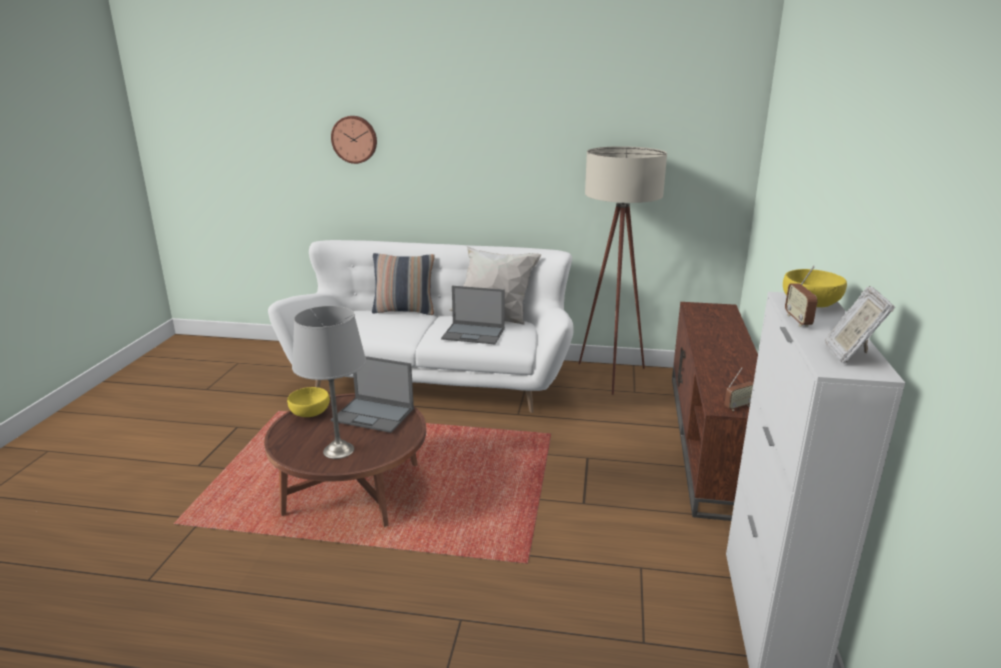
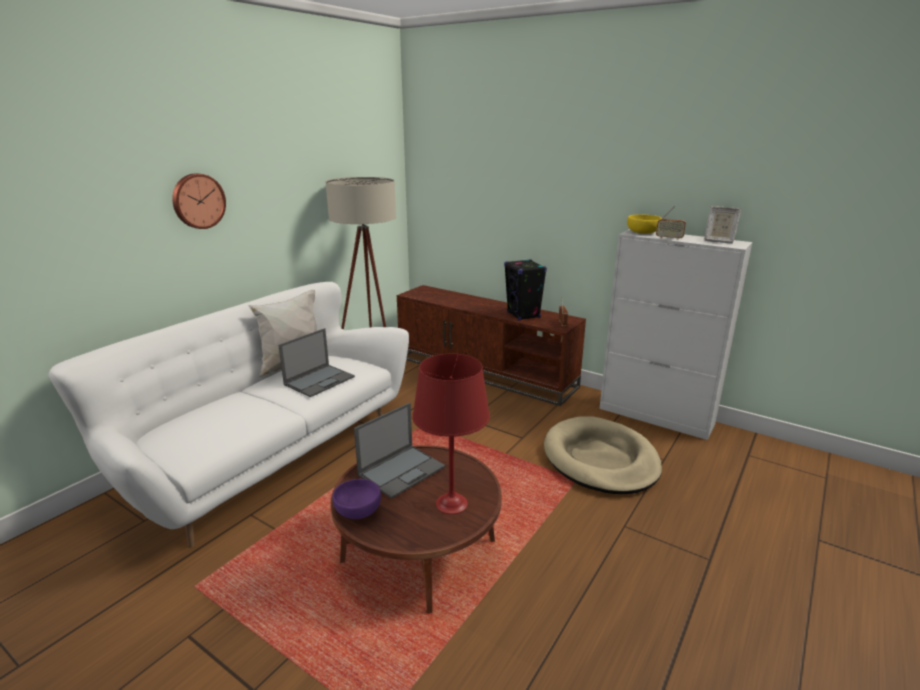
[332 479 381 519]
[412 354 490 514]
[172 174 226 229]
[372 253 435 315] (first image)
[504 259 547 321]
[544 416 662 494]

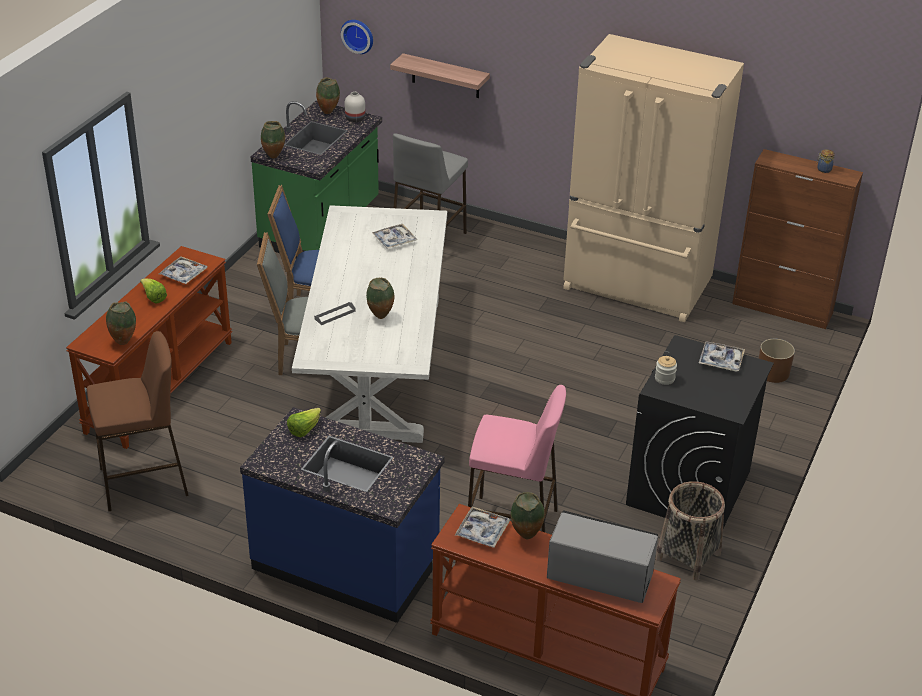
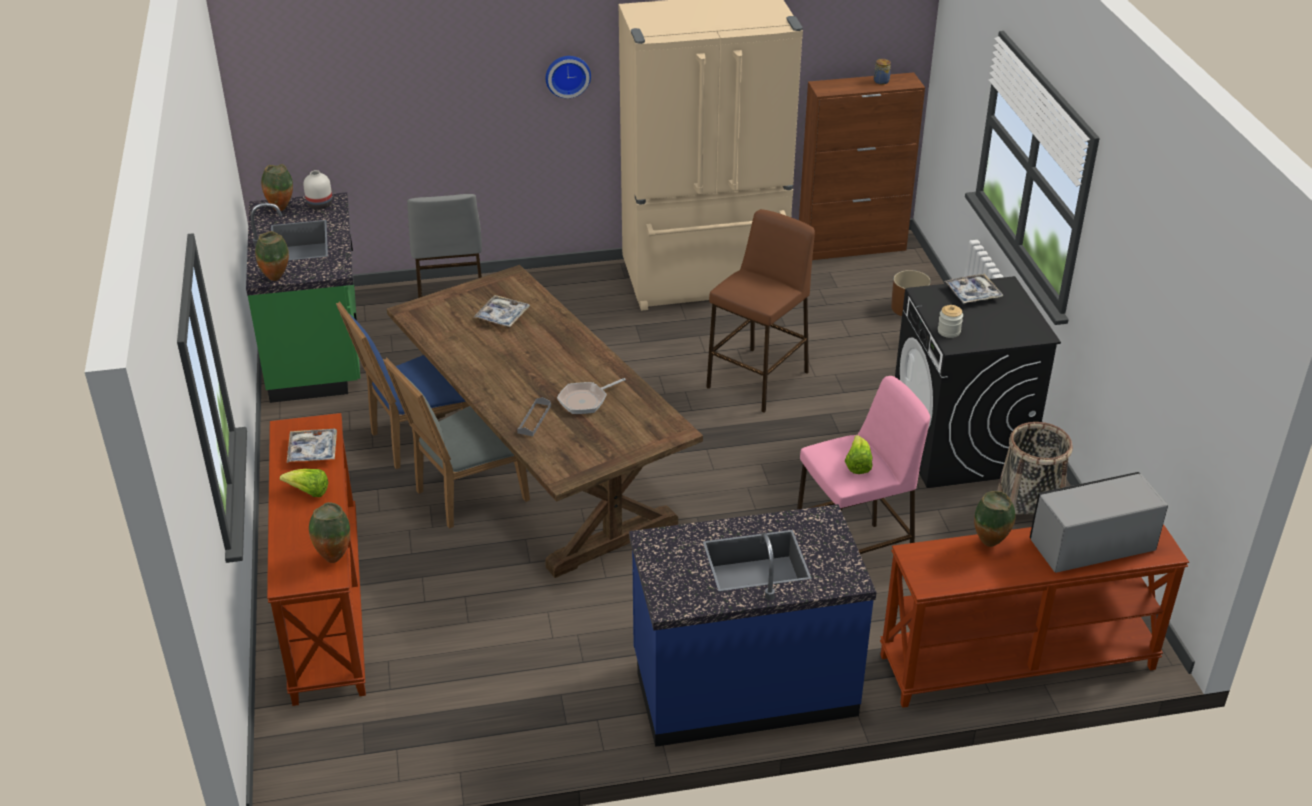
[706 209 815 412]
[845 435 872 474]
[387 265 703 578]
[545 56 591 98]
[557 378 626 414]
[390 53 490 98] (first image)
[455 507 510 548] (first image)

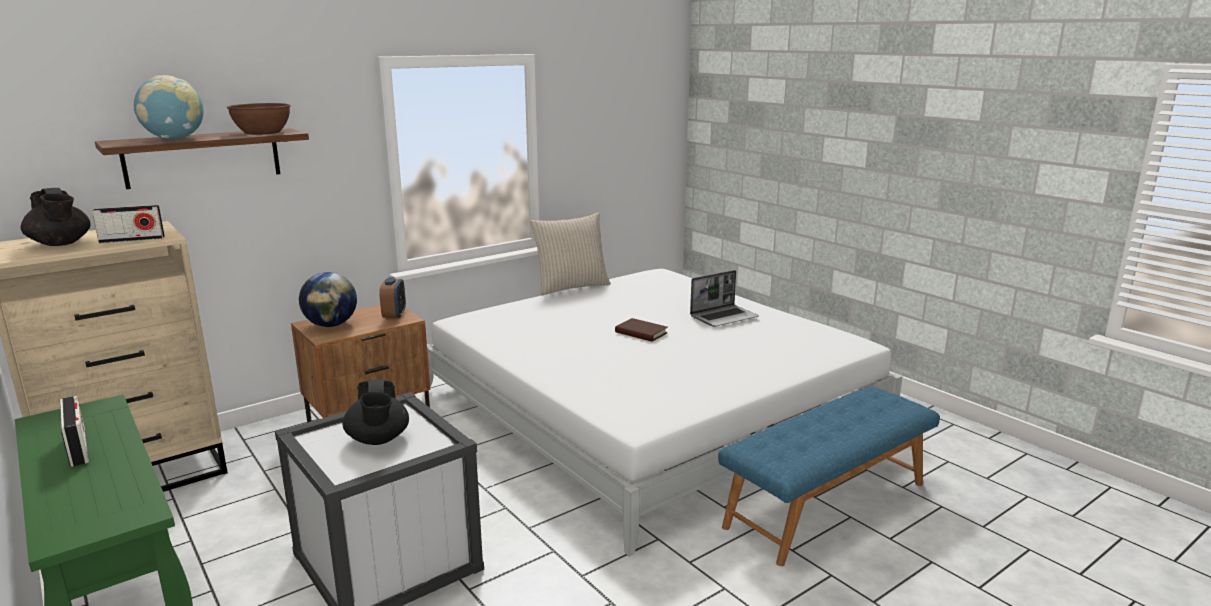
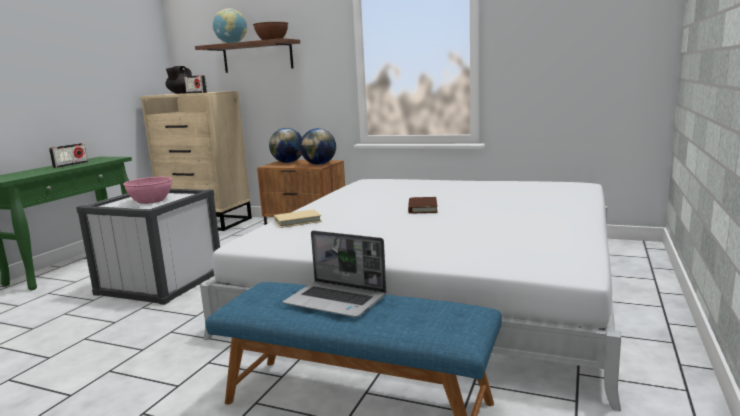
[123 177 172 204]
[300 128 336 165]
[530 213 611 295] (first image)
[283 231 386 317]
[274 210 322 228]

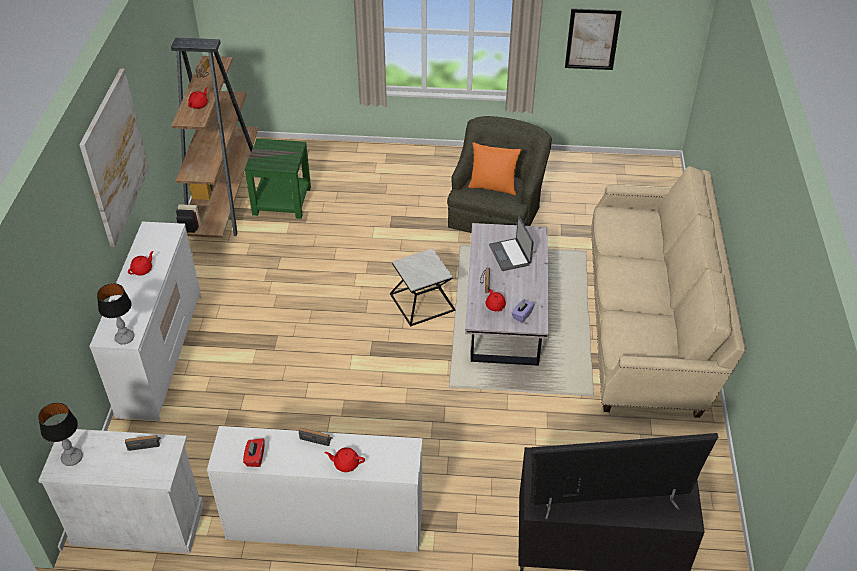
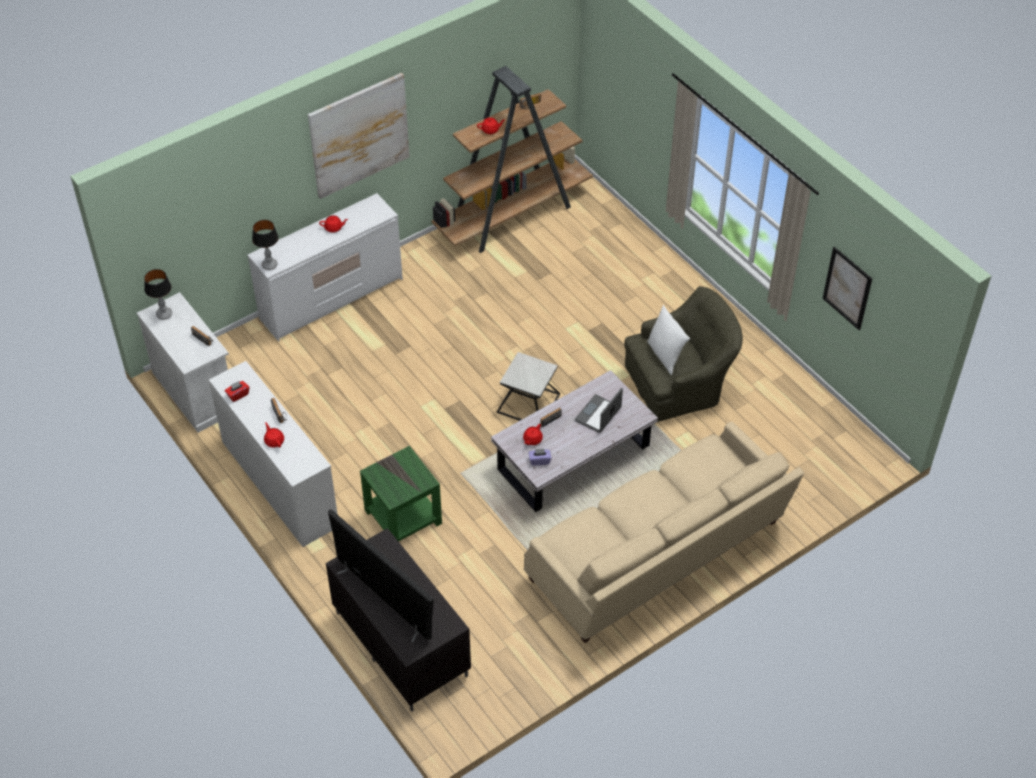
[360 446 442 542]
[647 305 690 375]

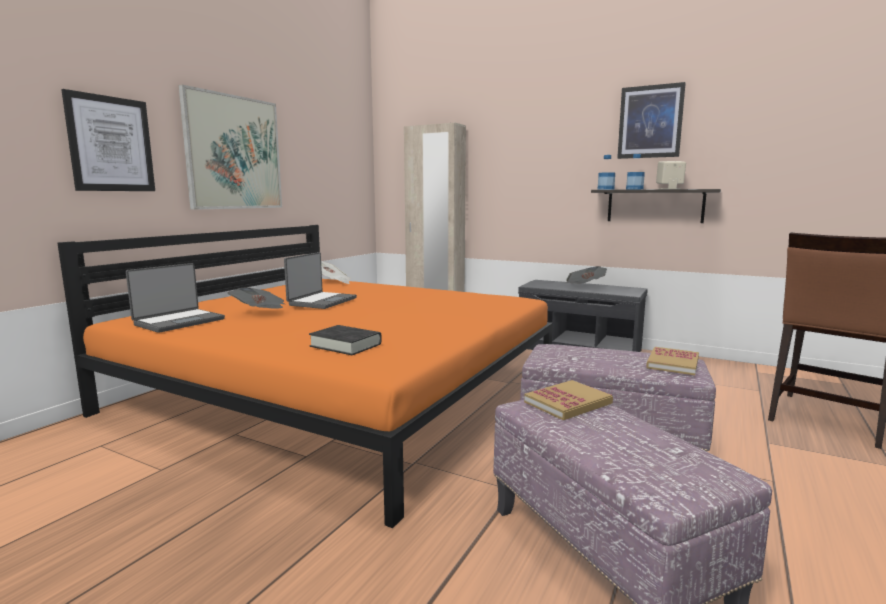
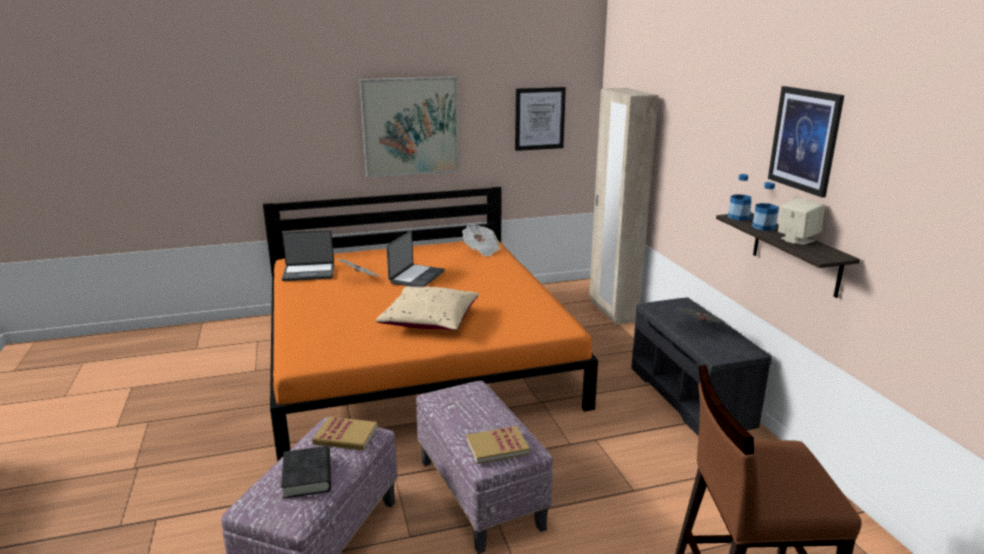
[515 87 566 151]
[386 231 445 287]
[281 446 331 499]
[376 286 479 330]

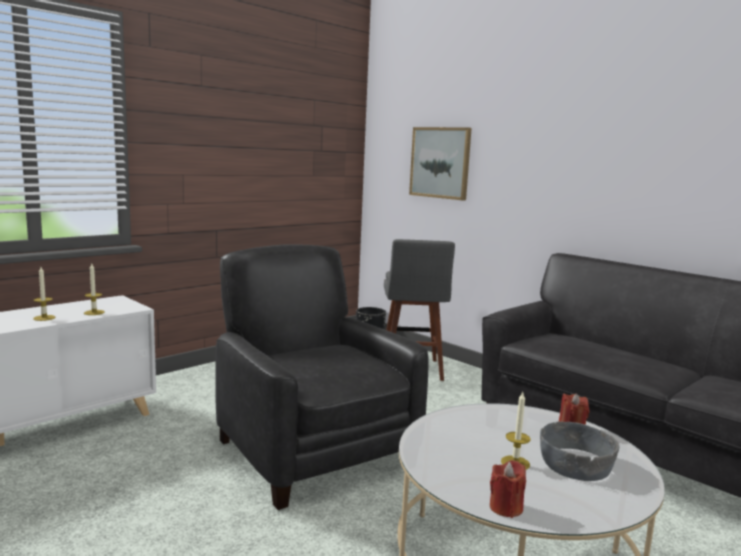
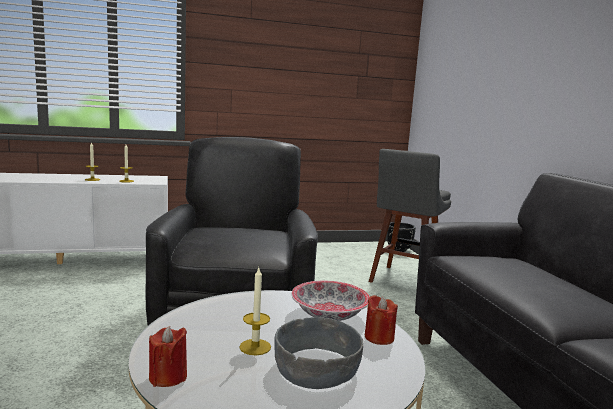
[409 127 472 200] (first image)
[291 281 370 321]

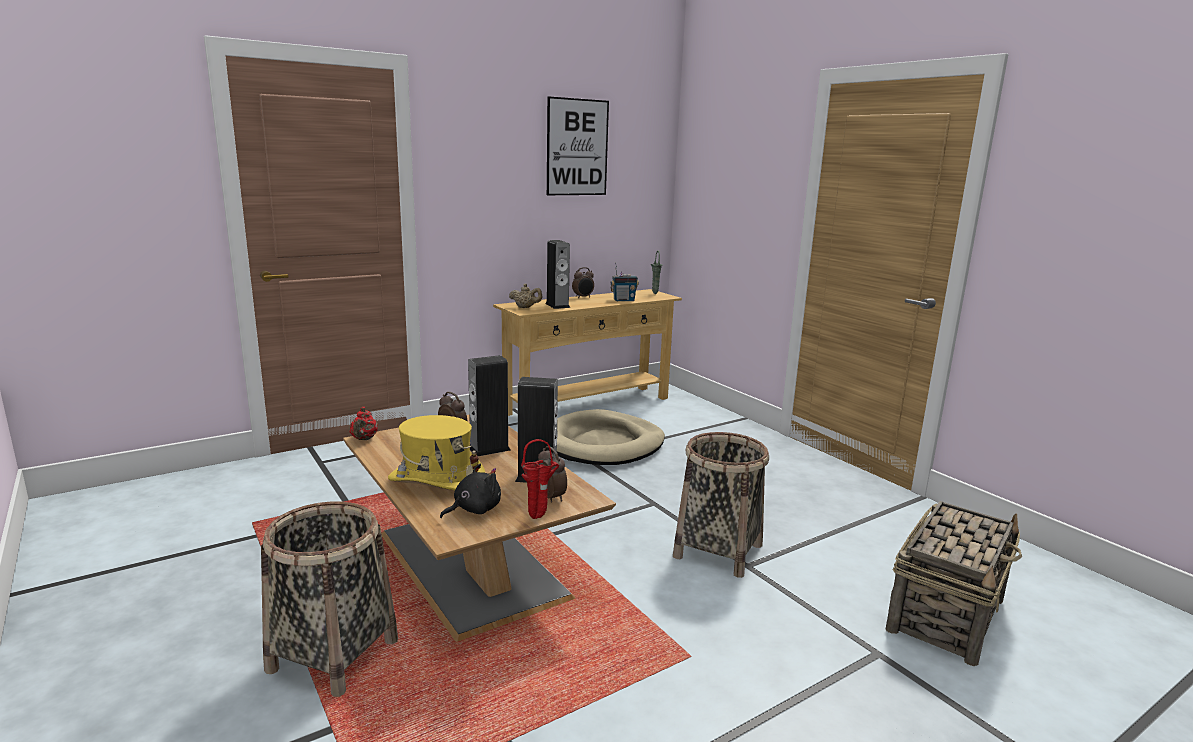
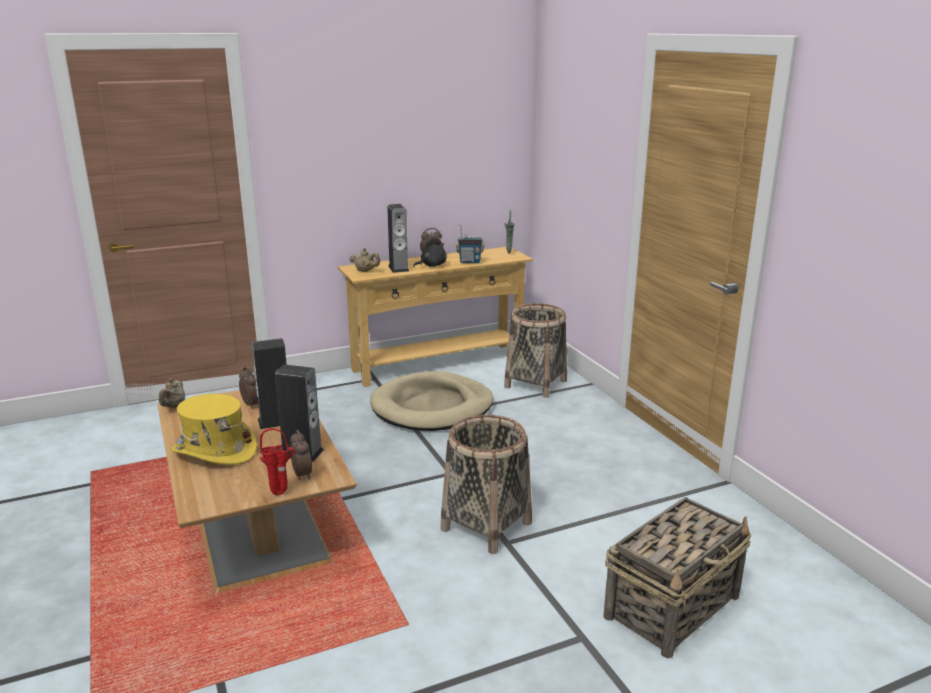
[504 303 567 398]
[159 378 185 408]
[413 241 447 267]
[547 96 609 195] (first image)

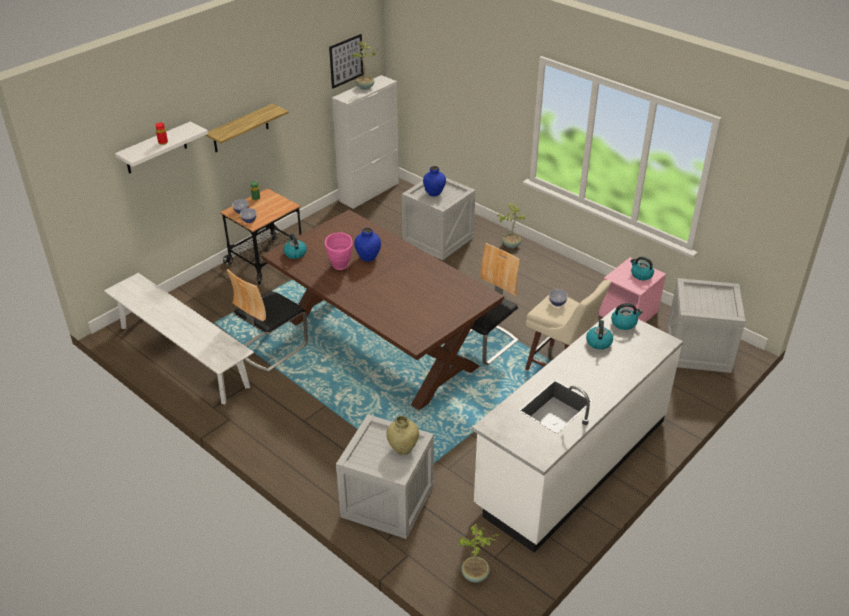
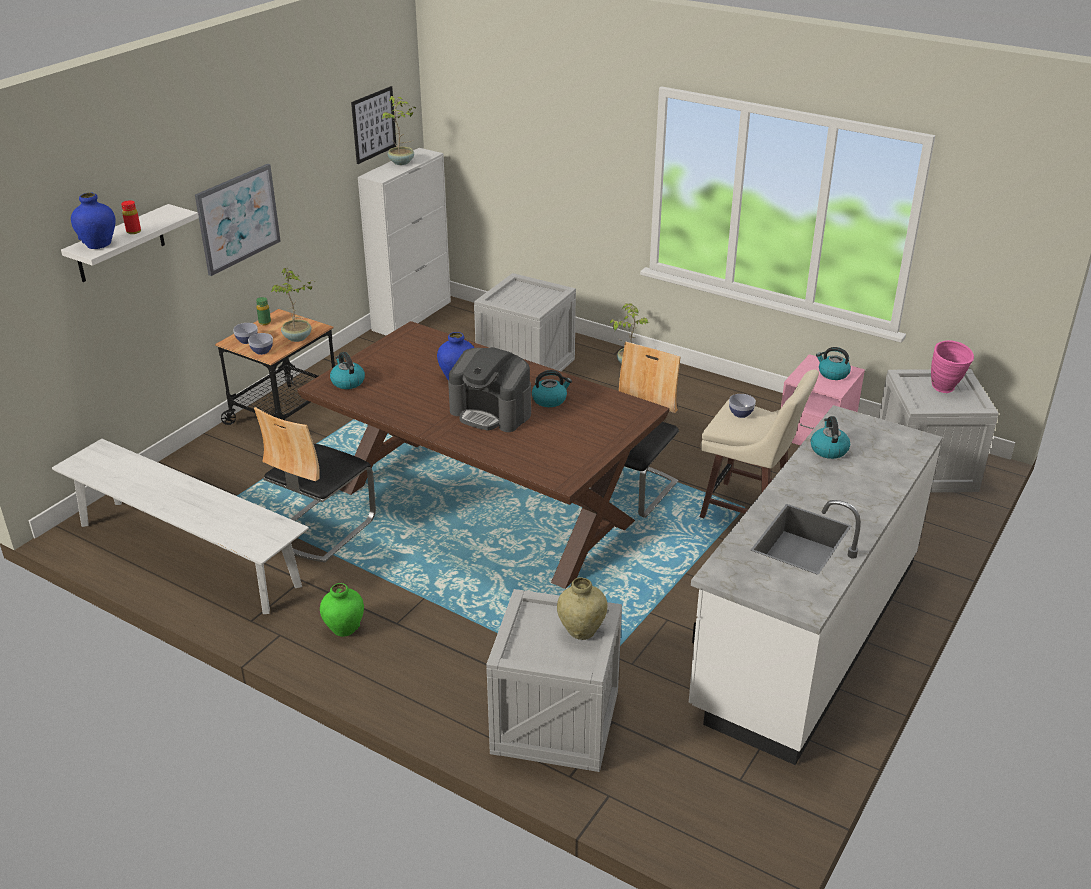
[195 164 281 276]
[931 340 974 393]
[71 192 116 249]
[271 268 313 342]
[532 370 572 407]
[320 583 364 637]
[448 347 531 432]

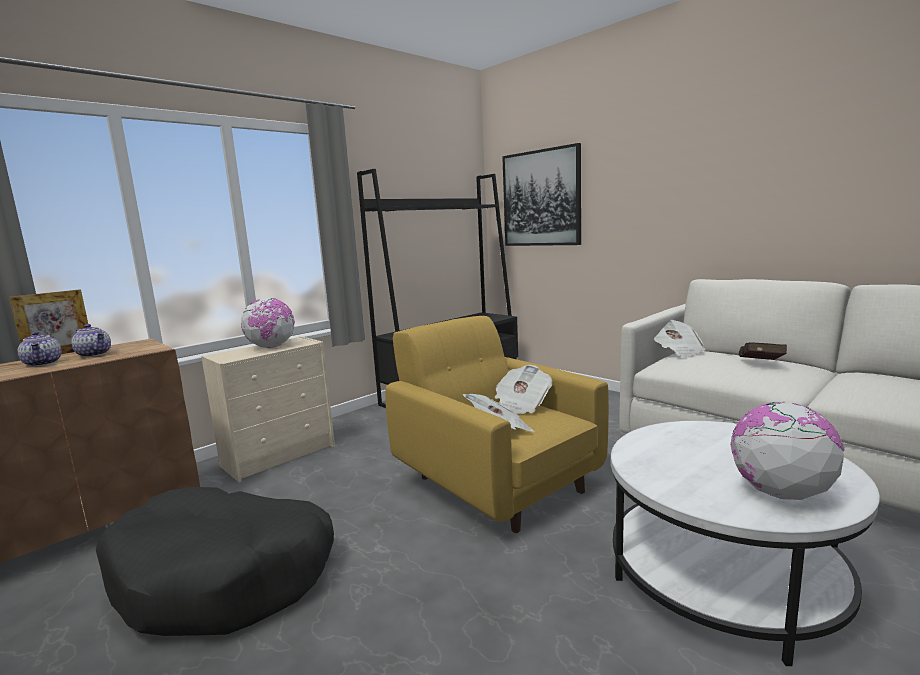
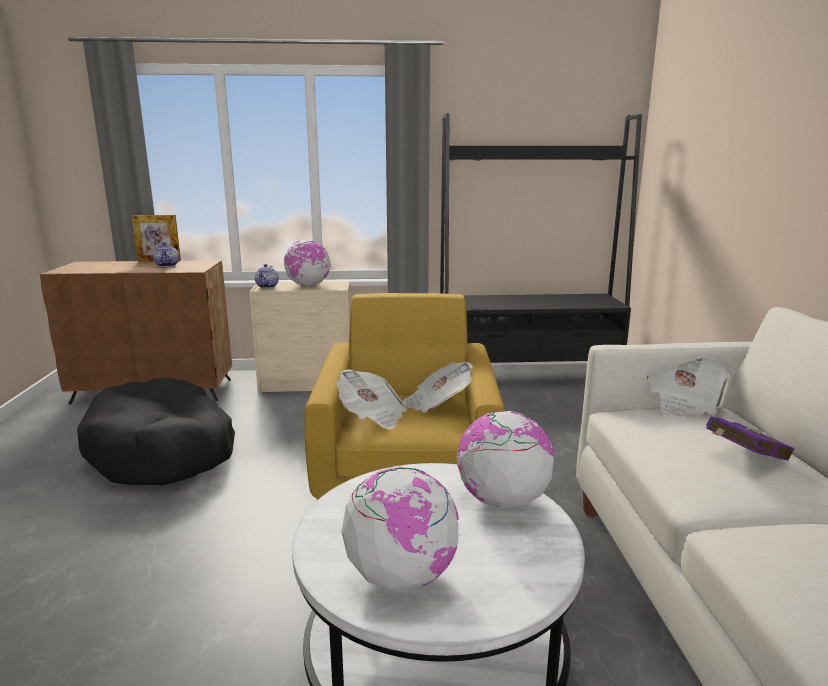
[255 264 279 288]
[502 143 581 246] (first image)
[706 416 795 461]
[457 411 554 508]

